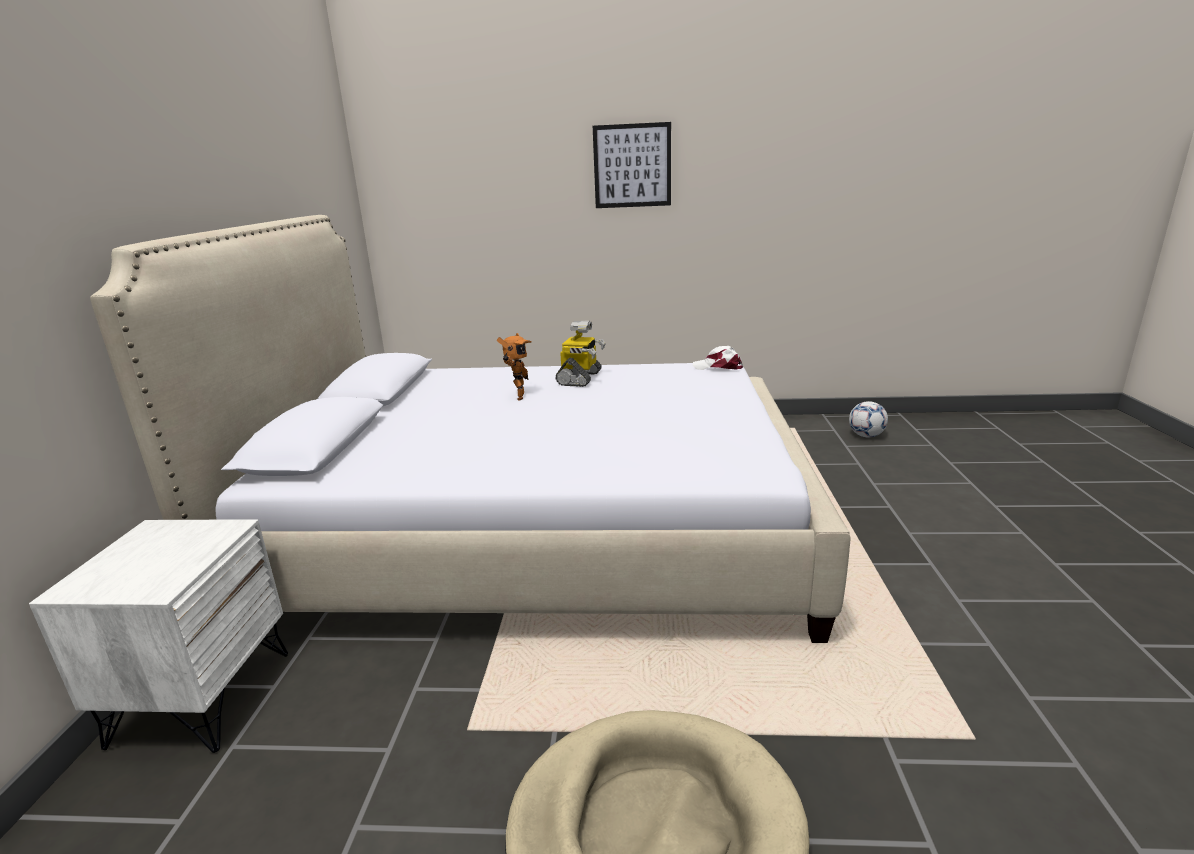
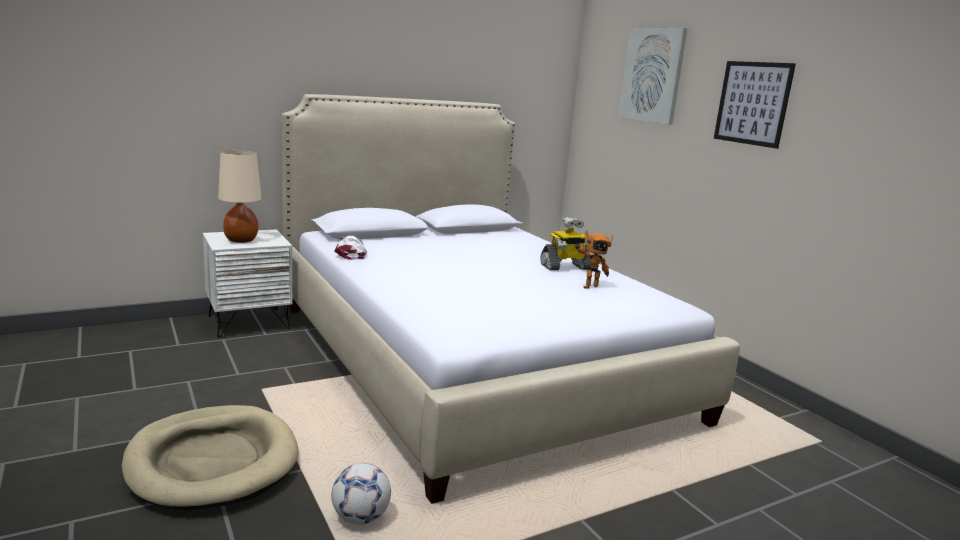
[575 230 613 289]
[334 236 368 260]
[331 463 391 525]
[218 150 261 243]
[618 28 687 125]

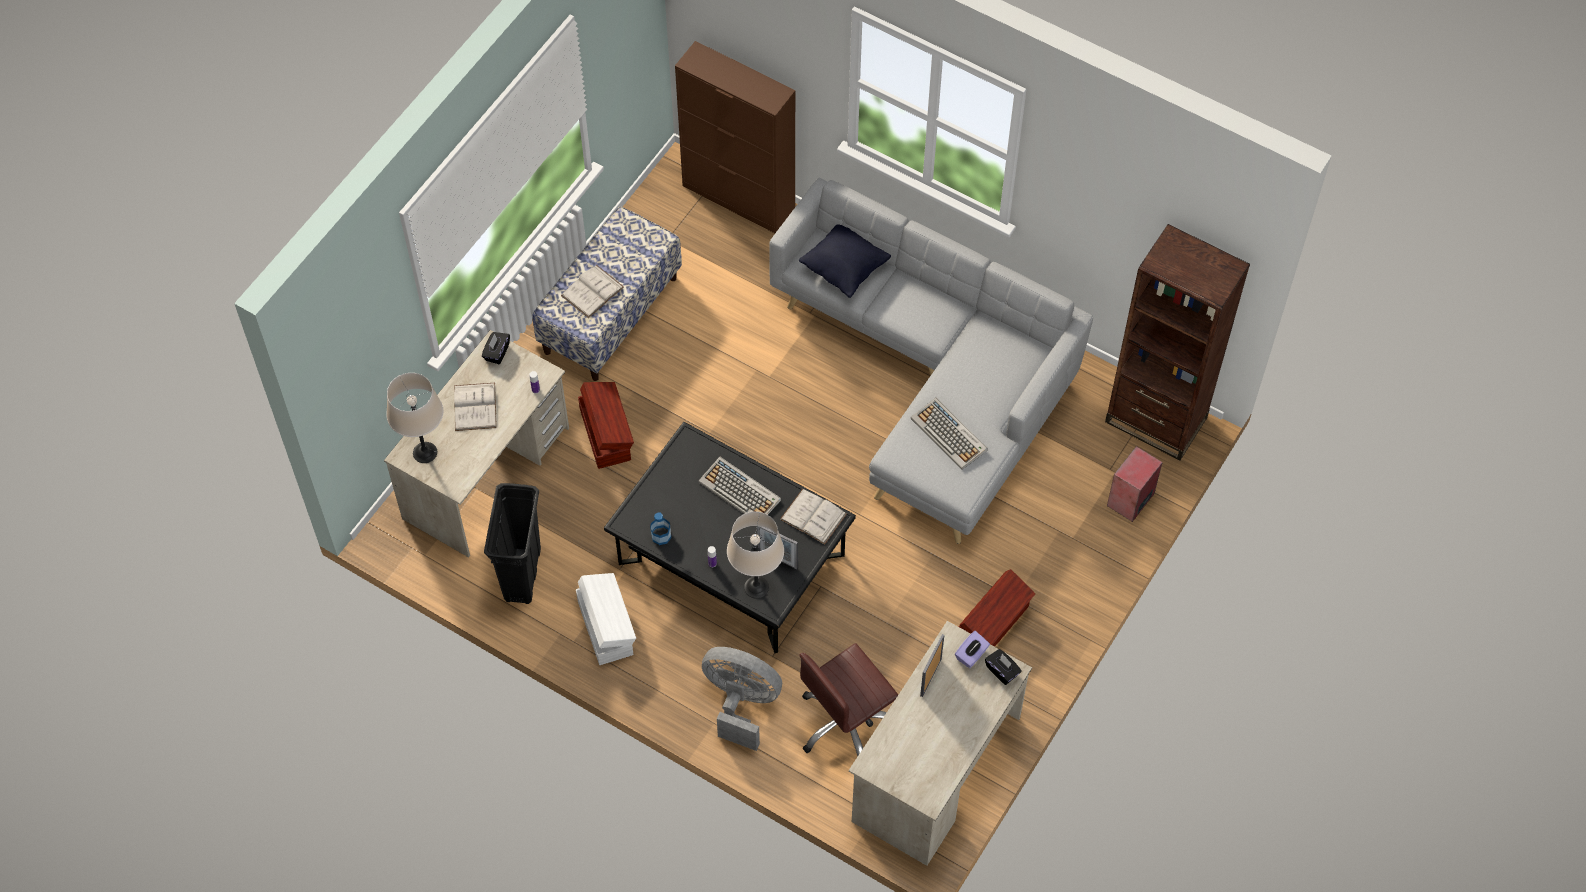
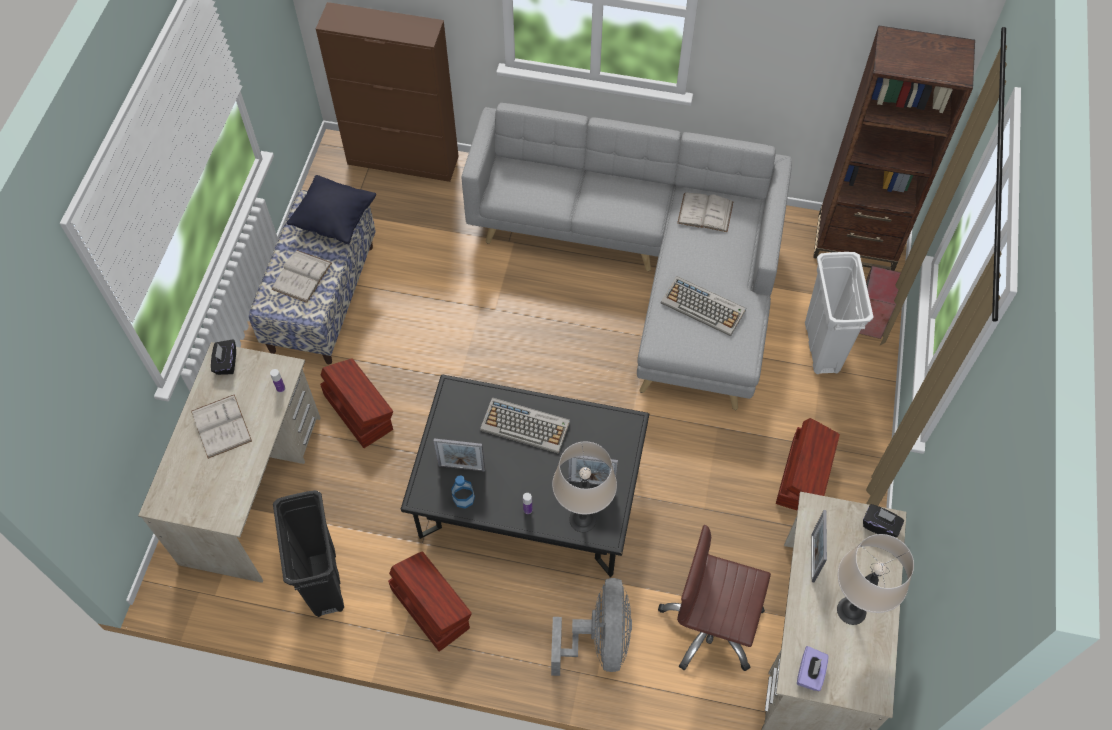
[837 534 914 625]
[388 551 472 652]
[551 578 632 676]
[677 192 734 232]
[287 175 376 244]
[658 525 771 671]
[797 646 828 691]
[433 439 485 471]
[805 252 874 374]

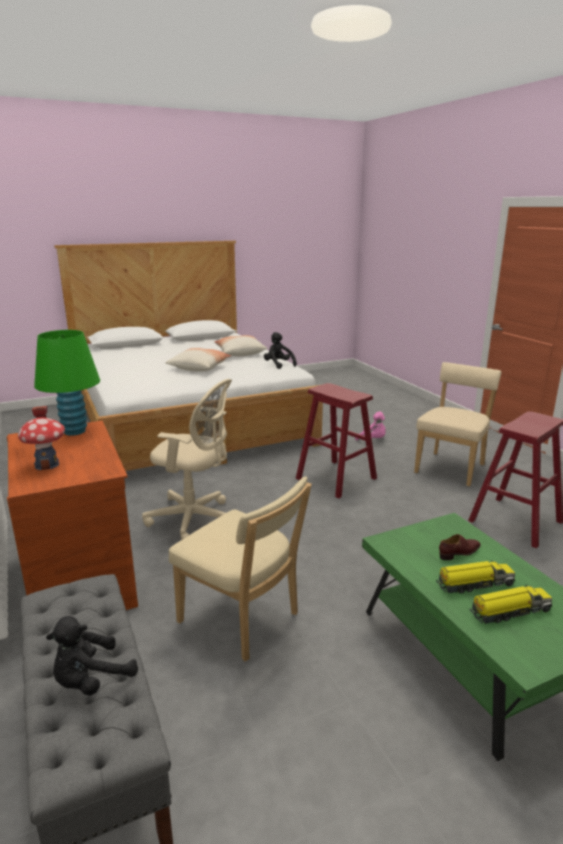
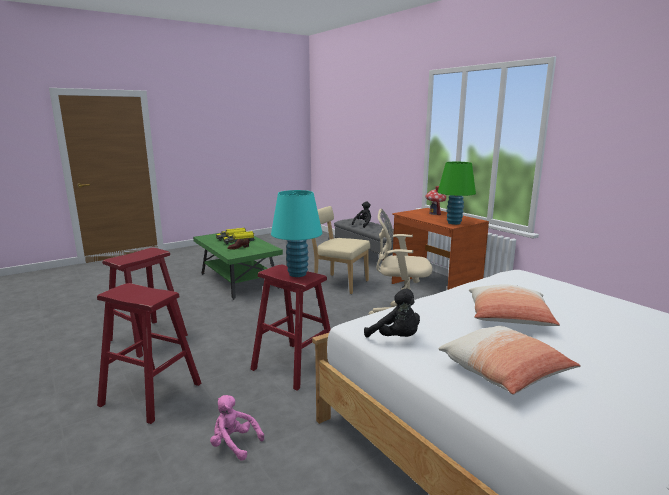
[97 283 201 424]
[271 190 322 277]

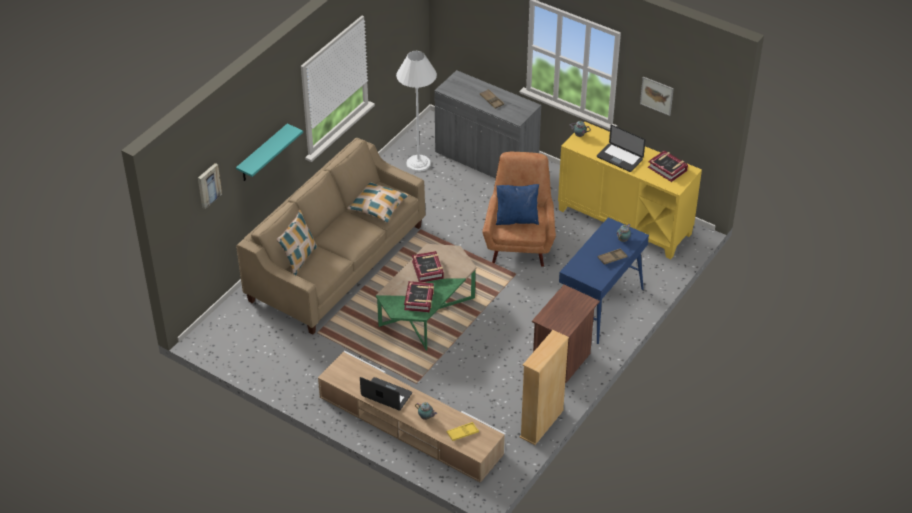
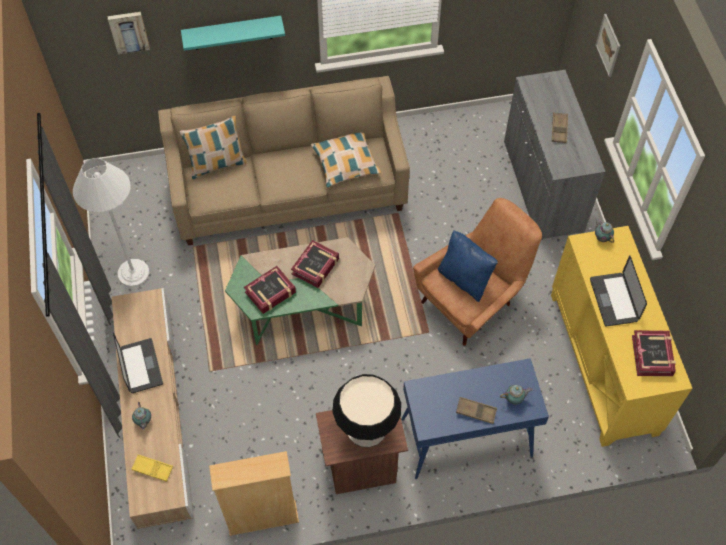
[73 158 150 287]
[596 14 620 77]
[333 374 401 447]

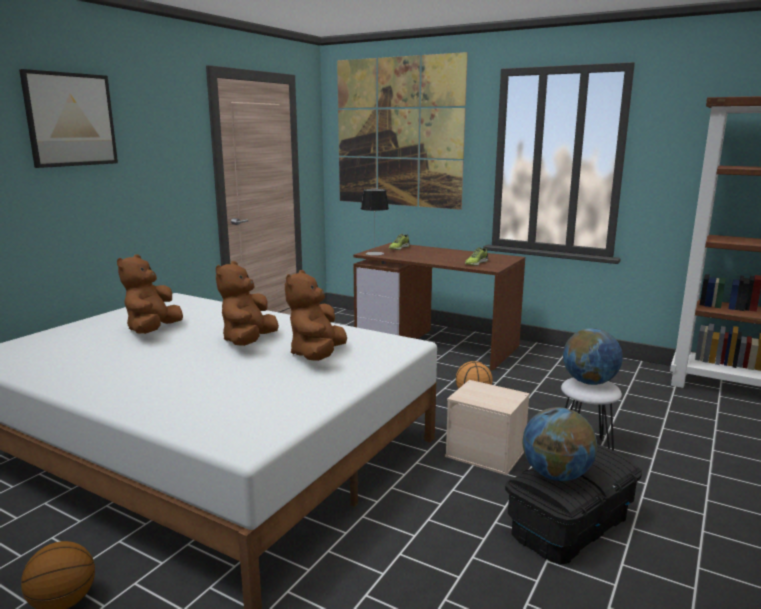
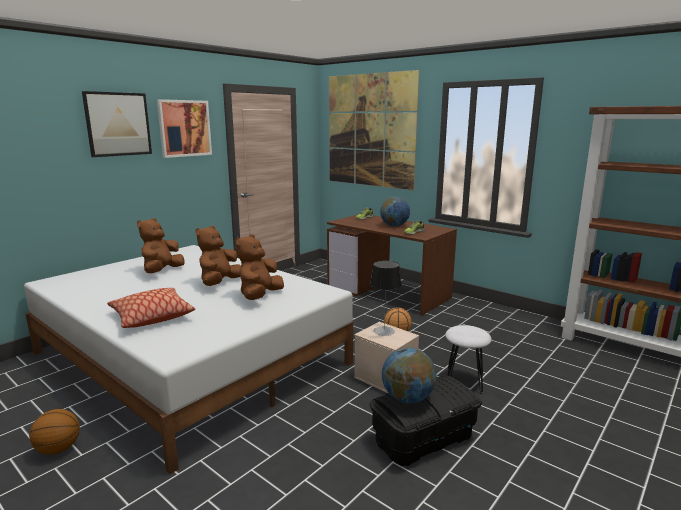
[370 261 402 336]
[380 197 410 227]
[107 288 195 328]
[157 99 212 158]

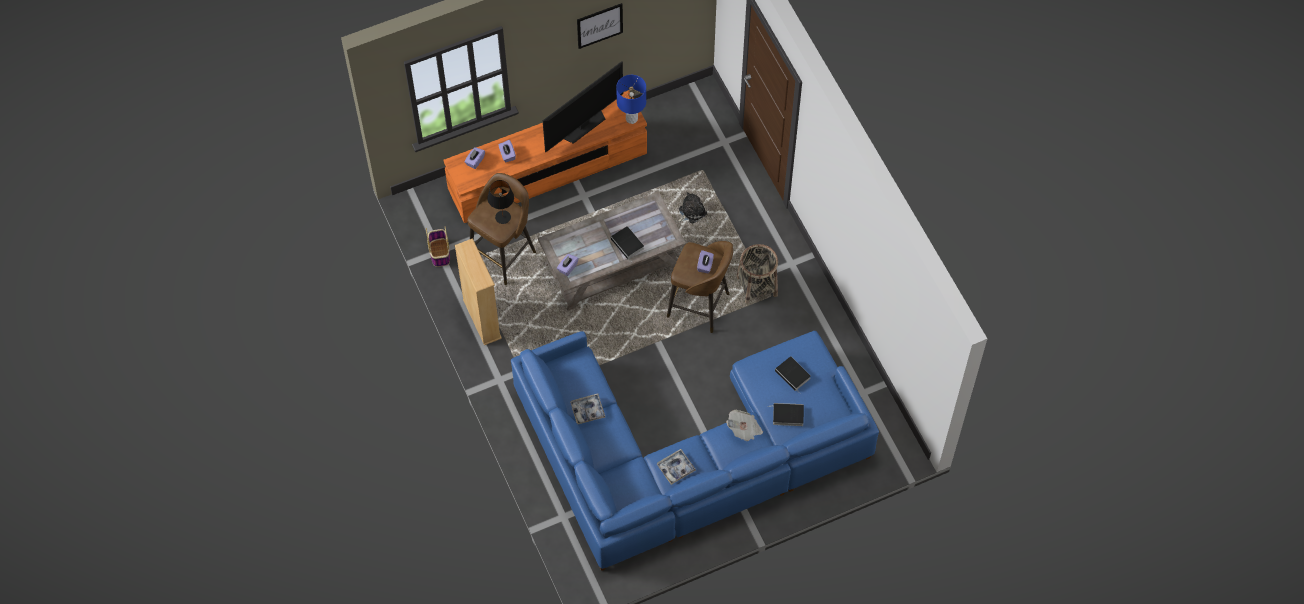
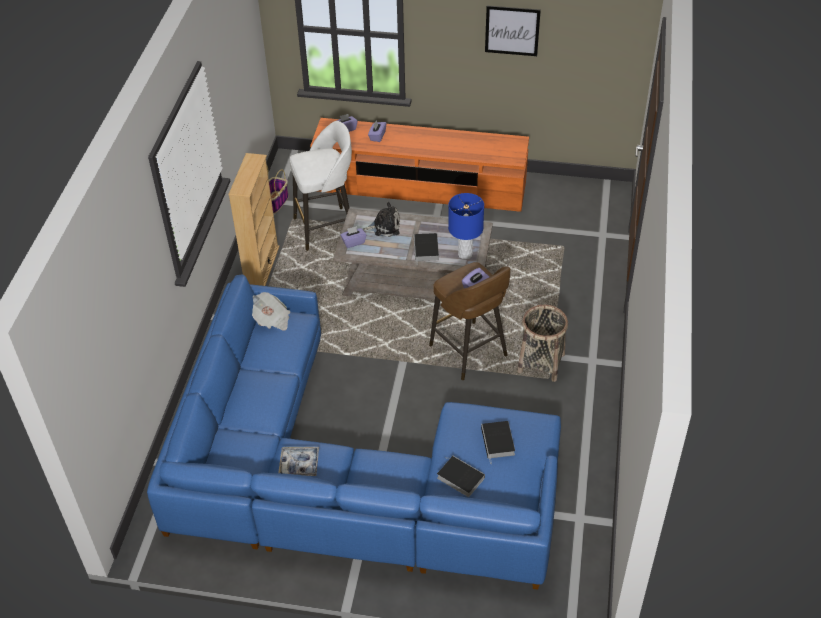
[290 121 352 251]
[487 180 514 224] (first image)
[543 61 623 152] (first image)
[570 394 605 424] (first image)
[448 193 484 260]
[363 202 400 237]
[252 292 290 331]

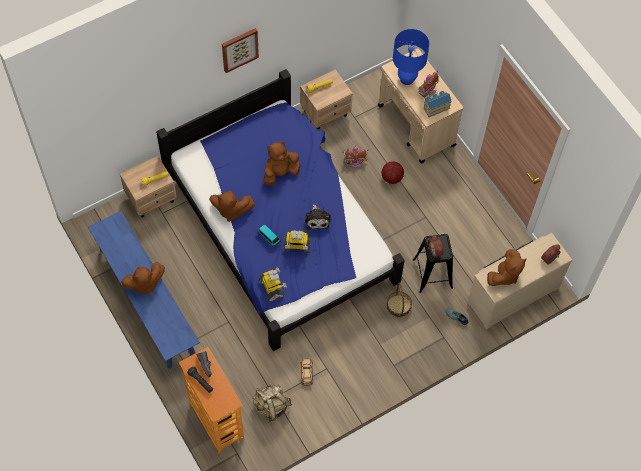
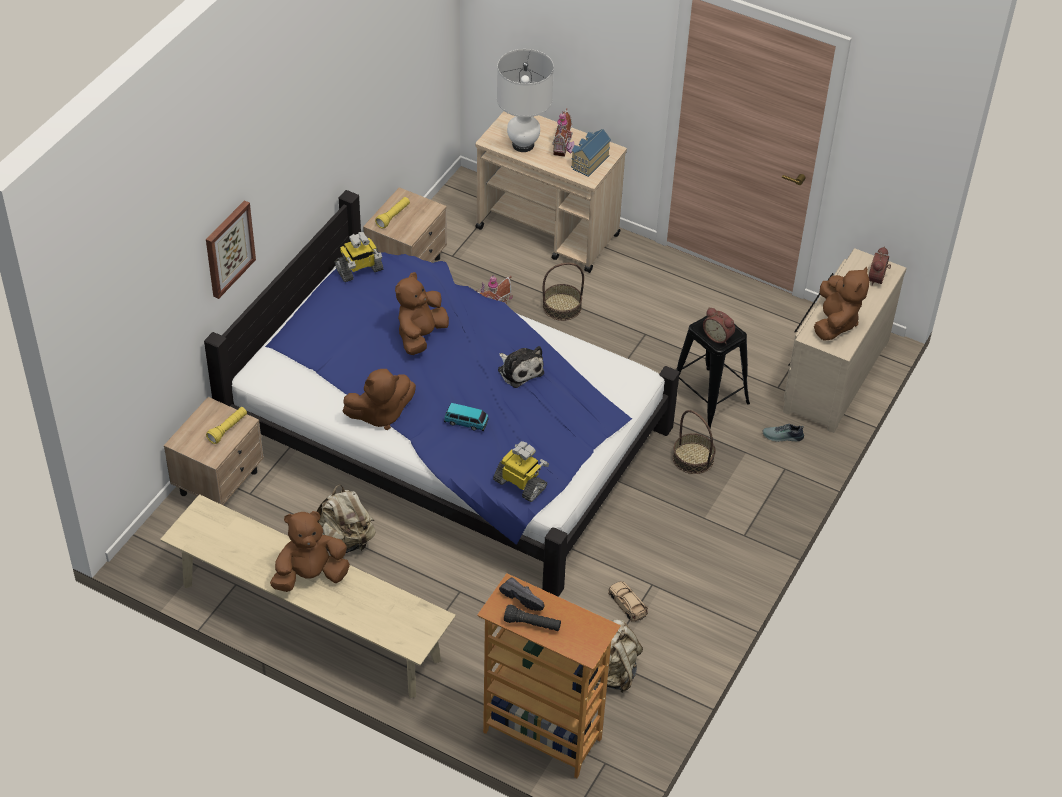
[160 494 456 698]
[270 511 350 592]
[206 200 256 299]
[335 232 383 282]
[543 263 584 321]
[497 49 554 152]
[316 484 376 553]

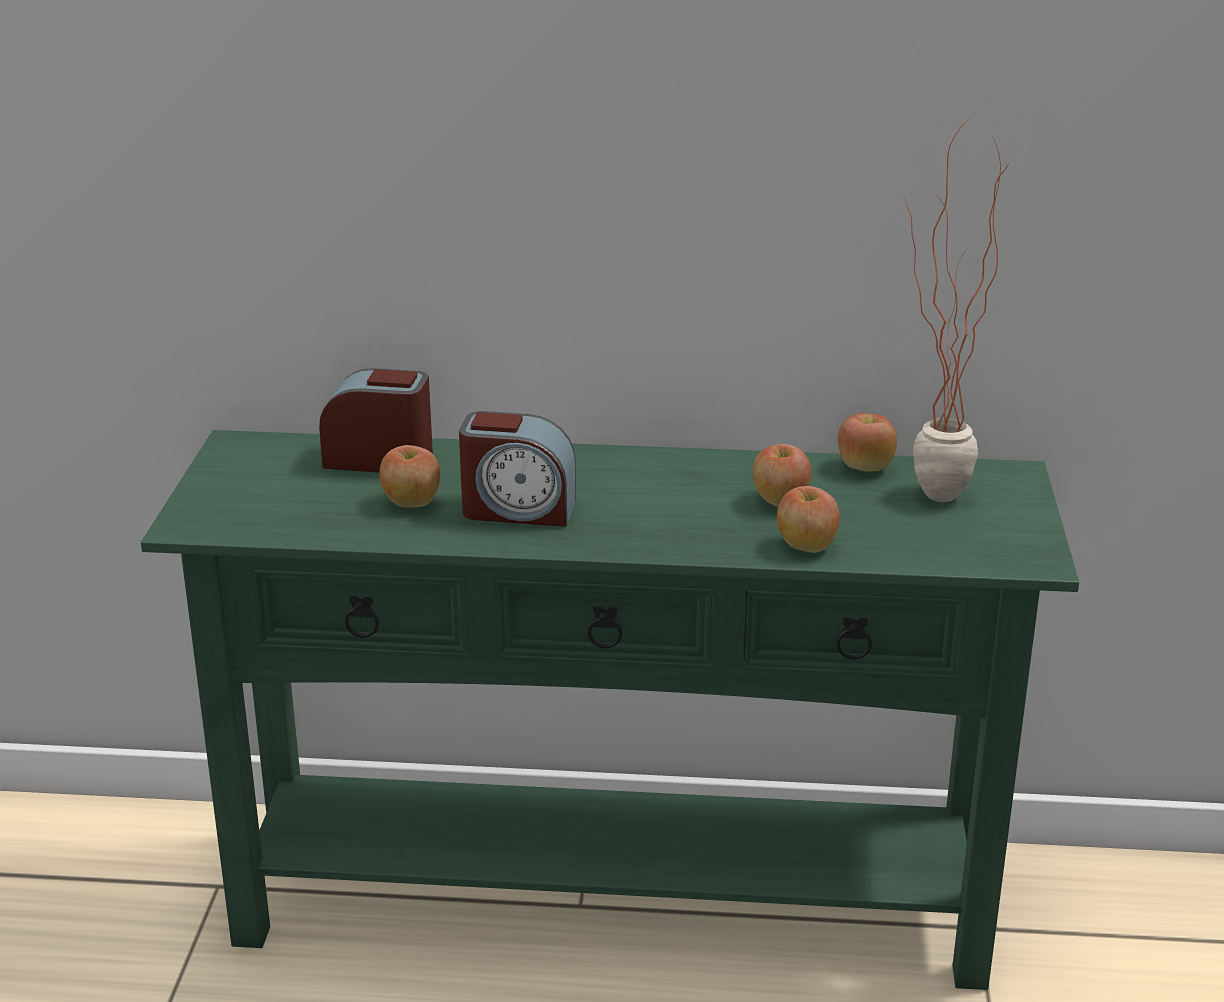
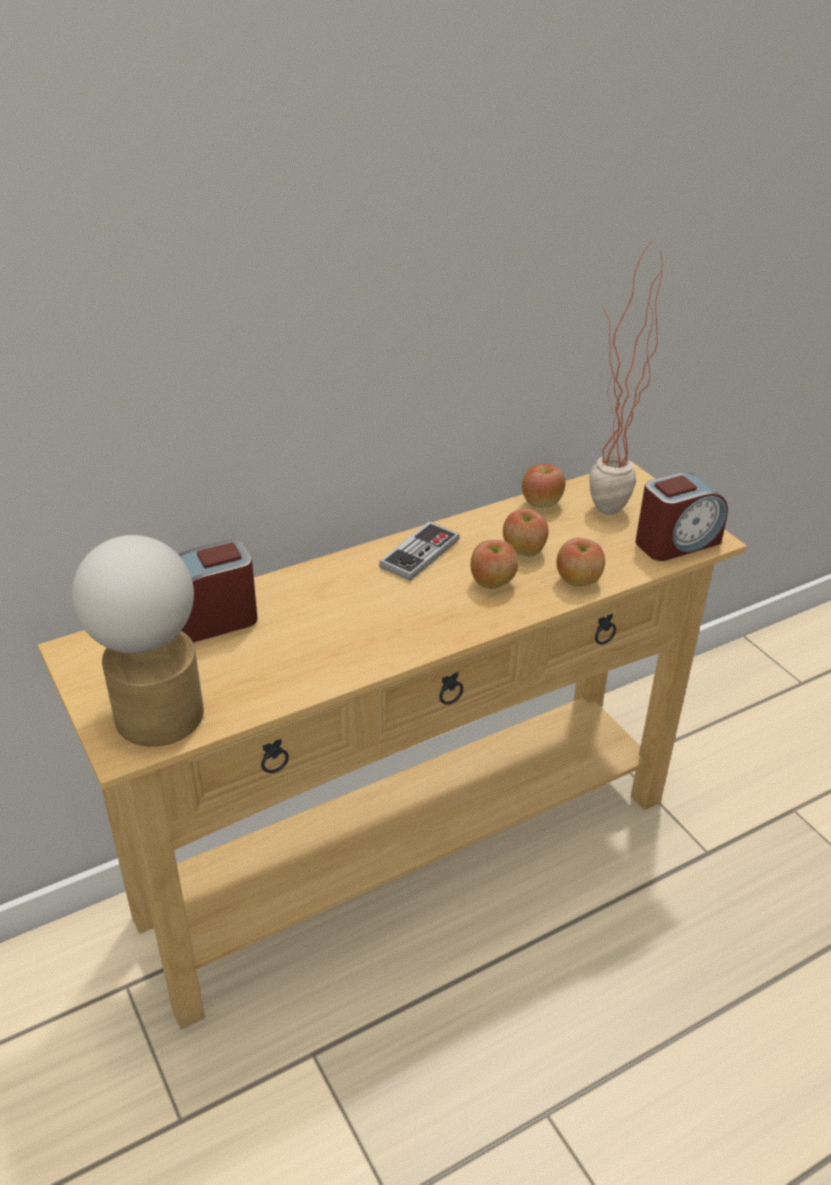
[38 461 747 1029]
[471 540 518 589]
[635 472 728 561]
[72 535 204 747]
[379 522 460 581]

